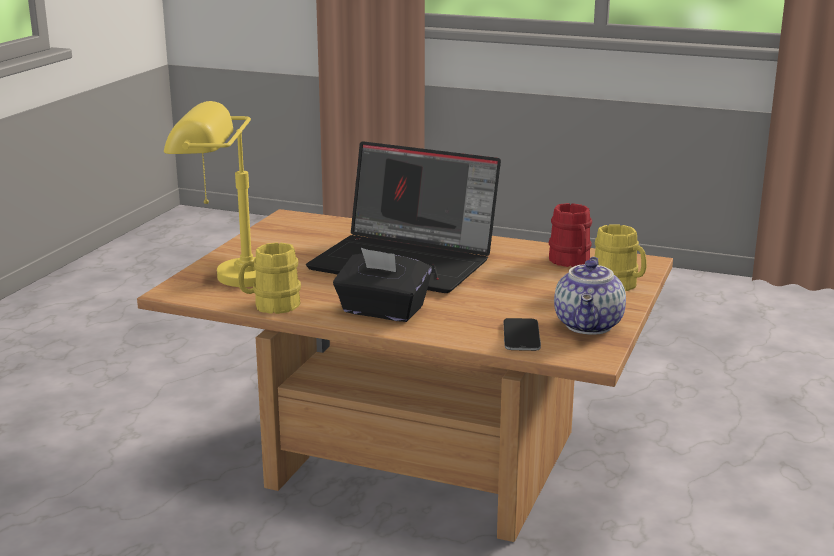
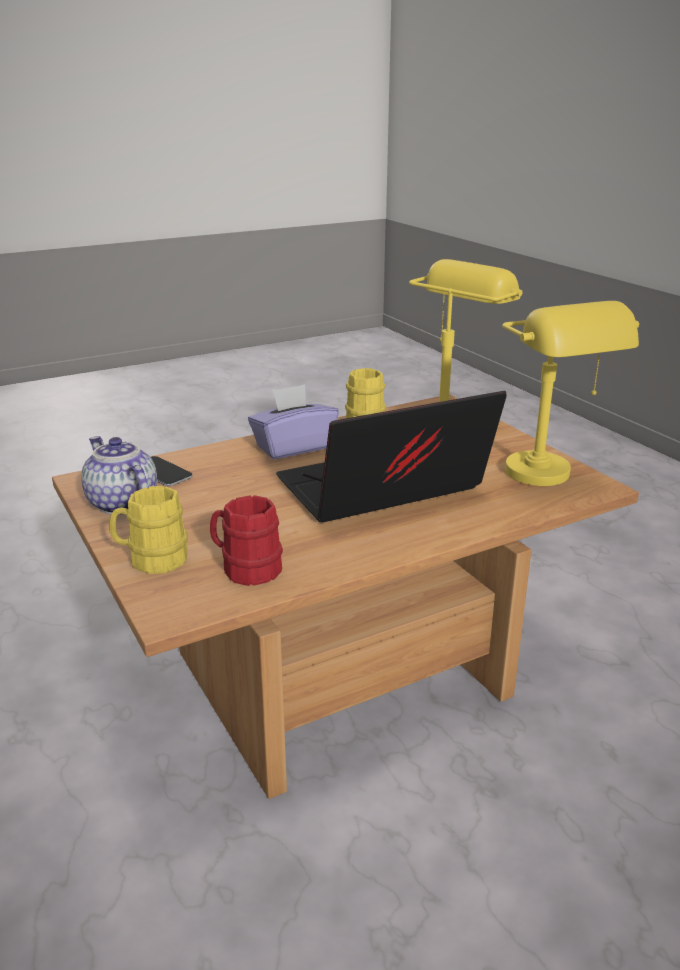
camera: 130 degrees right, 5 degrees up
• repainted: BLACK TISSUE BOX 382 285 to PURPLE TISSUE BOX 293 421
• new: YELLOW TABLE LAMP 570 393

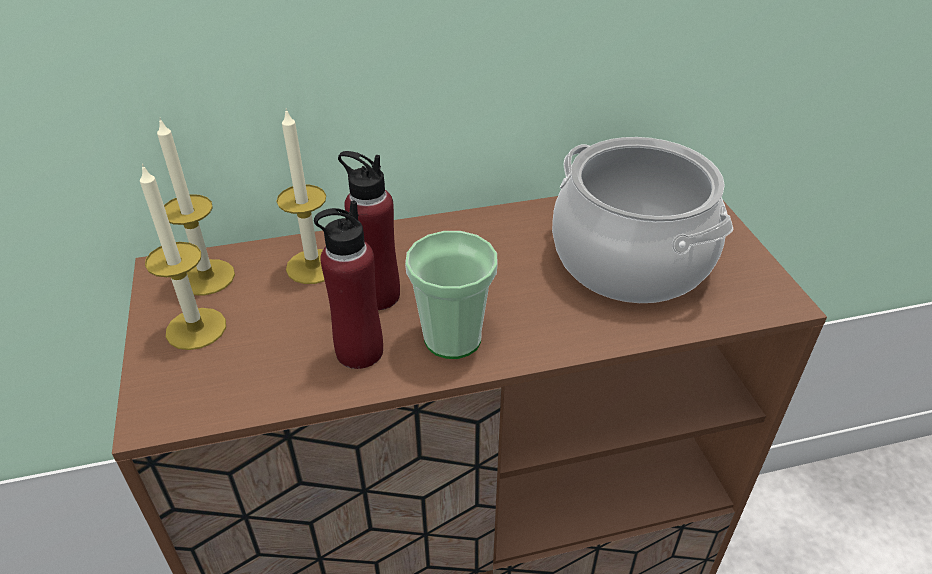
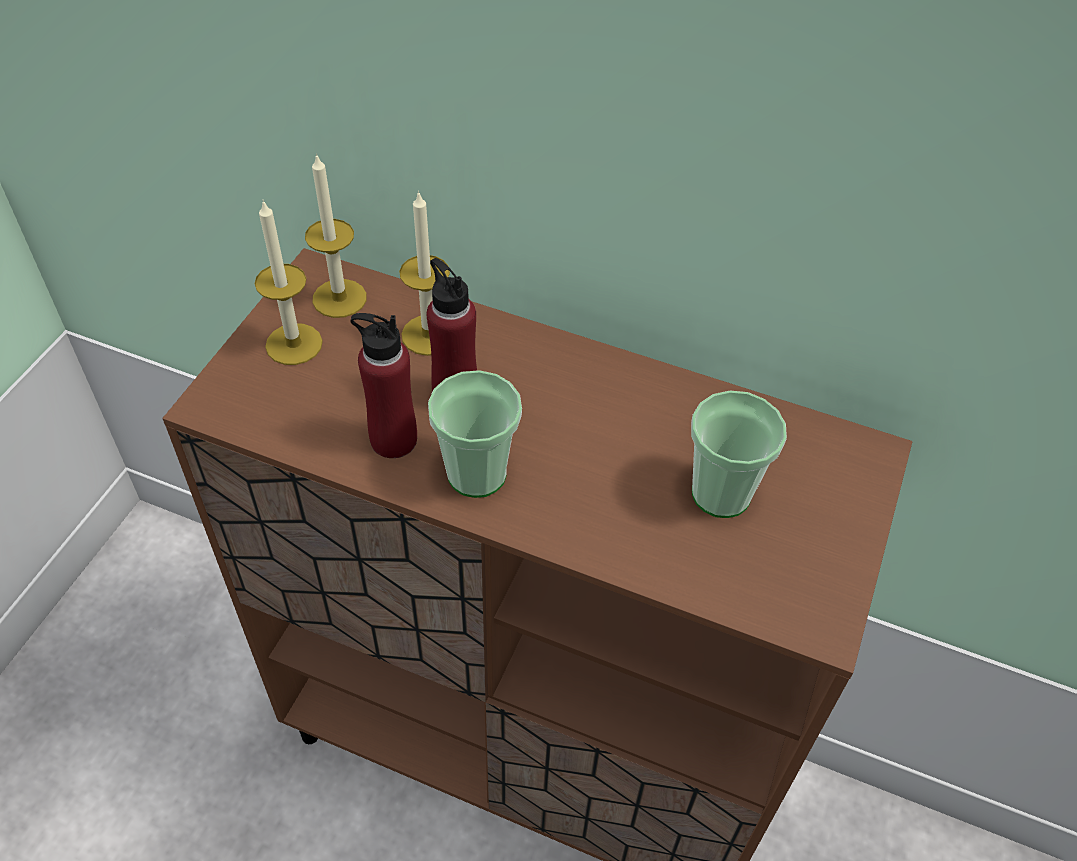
camera: 35 degrees right, 10 degrees up
• swapped: COOKING POT 642 220 to CUP 739 454

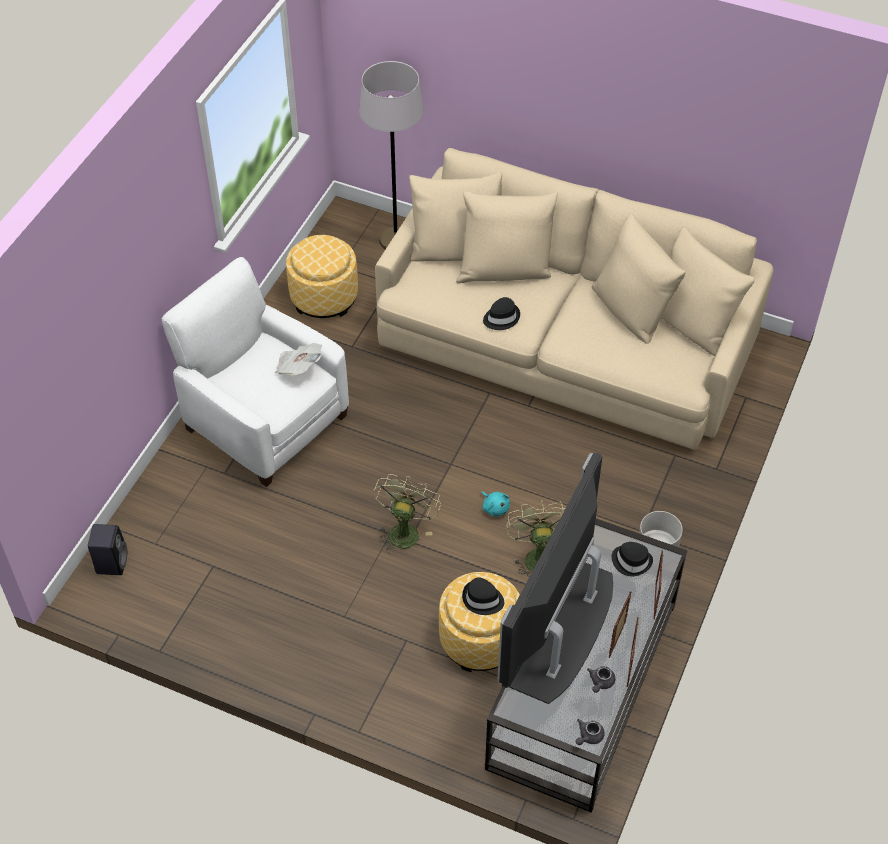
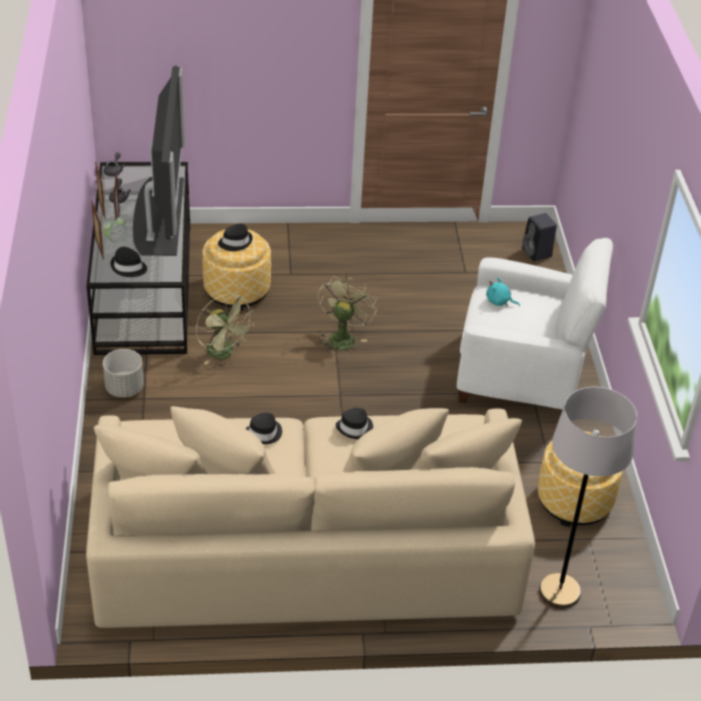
camera: 150 degrees right, 10 degrees down
• new: ALARM CLOCK 115 232
• new: BLACK HAT 264 428
• rotated: GREEN FAN 407 514 = 347 314 150 degrees counterclockwise
• shifted: TURQUOISE PLUSH TOY 495 504 to 503 292
• gone: NEWSPAPER 298 359

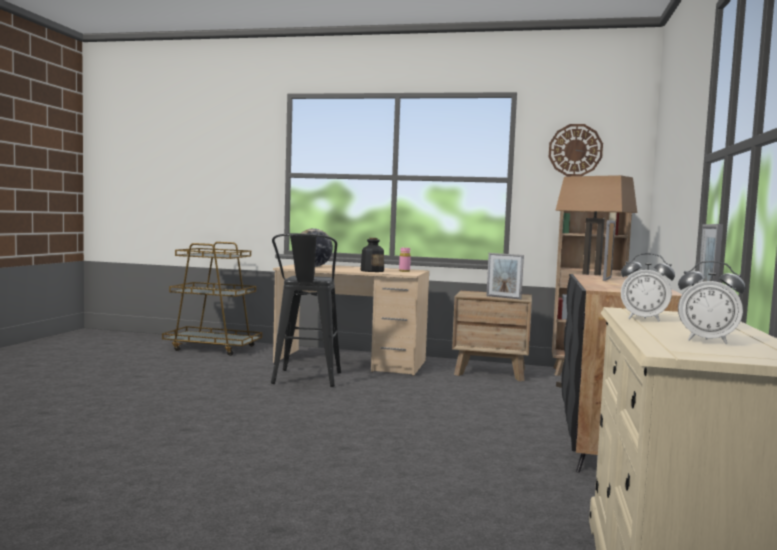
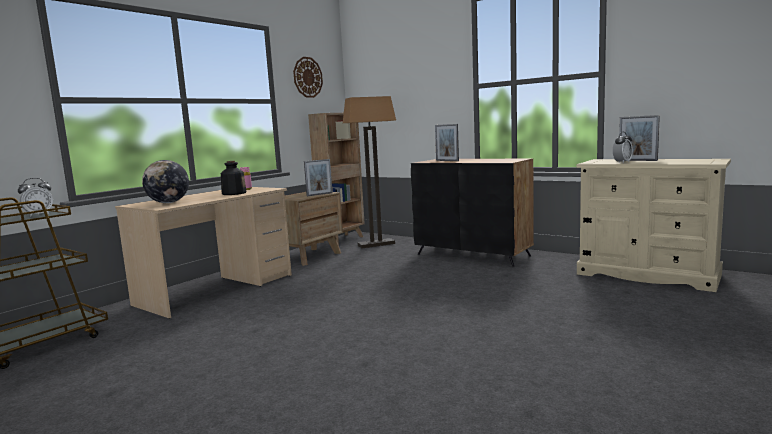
camera: 65 degrees left, 5 degrees up
• shifted: ALARM CLOCK 712 302 to 35 197
• gone: BLACK STOOL 306 310

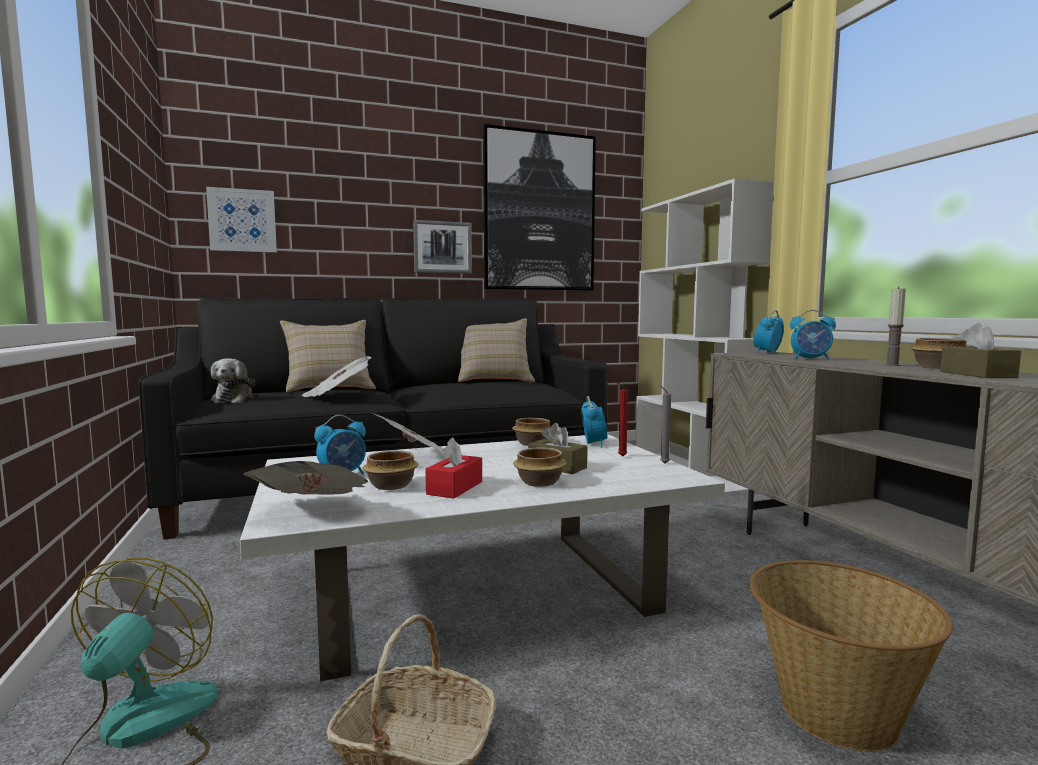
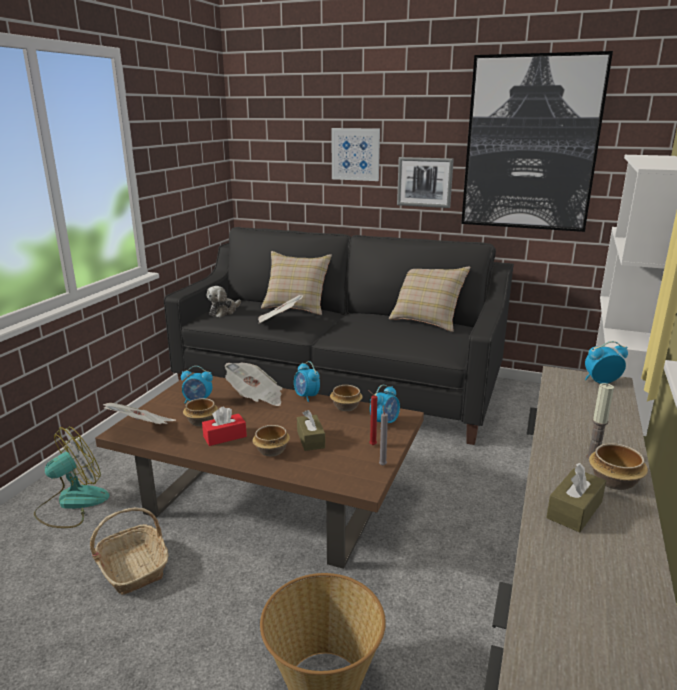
camera: 40 degrees right, 15 degrees up
• repainted: WHITE COFFEE TABLE 482 558 to BROWN COFFEE TABLE 259 470
• shifted: ALARM CLOCK 813 335 to 307 381
• shifted: PICTURE 241 220 to 356 154

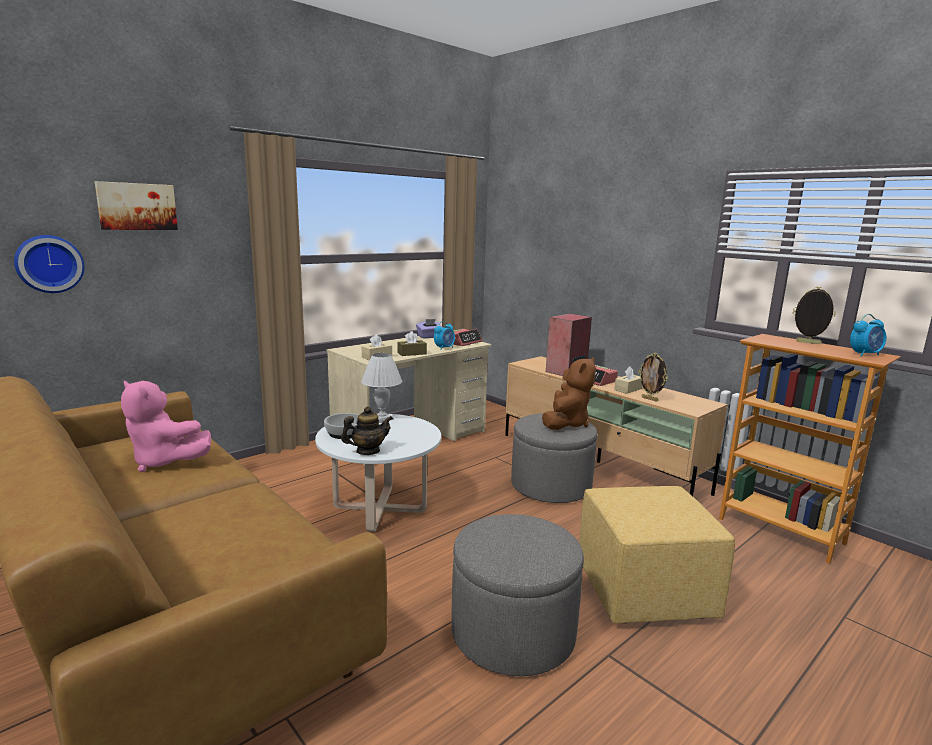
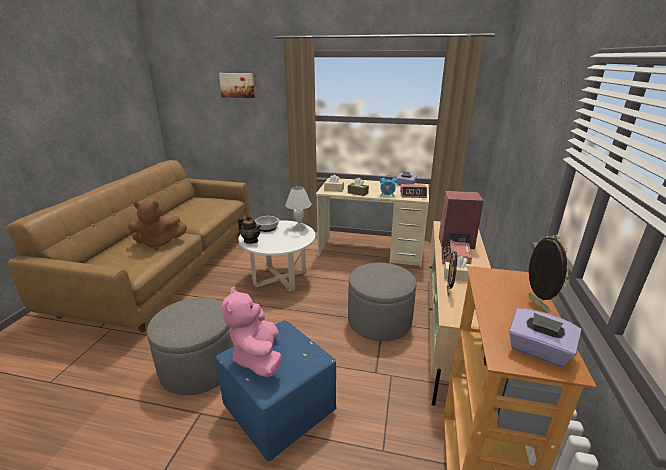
camera: 55 degrees right, 10 degrees up
• shifted: BROWN PLUSH TOY 569 393 to 157 225
• repainted: YELLOW OTTOMAN 657 555 to BLUE OTTOMAN 276 391
• shifted: PINK PLUSH TOY 166 426 to 252 332
• swapped: ALARM CLOCK 868 335 to PURPLE TISSUE BOX 545 337
• gone: WALL CLOCK 49 264

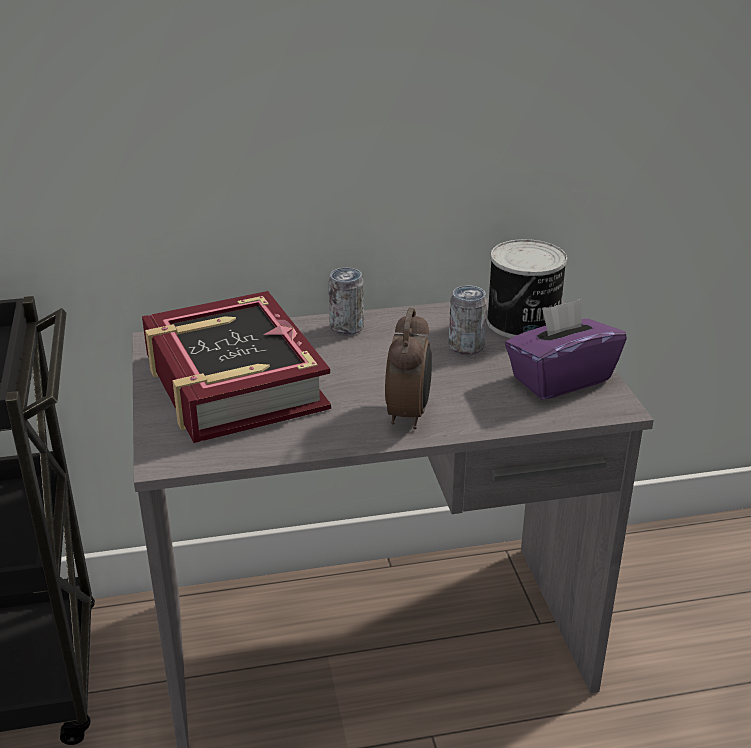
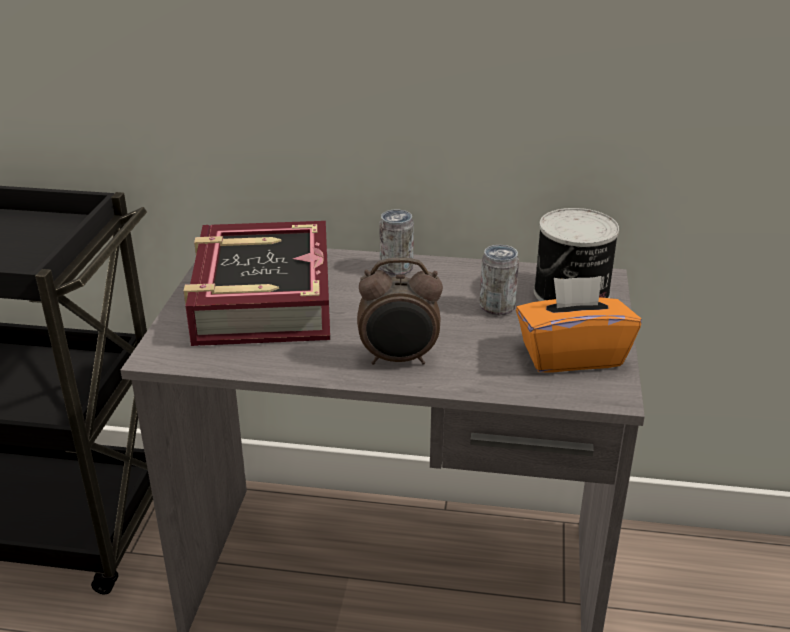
camera: 20 degrees right, 0 degrees up
• rotated: ALARM CLOCK 408 368 = 400 311 60 degrees clockwise
• repainted: PURPLE TISSUE BOX 566 349 to ORANGE TISSUE BOX 579 324

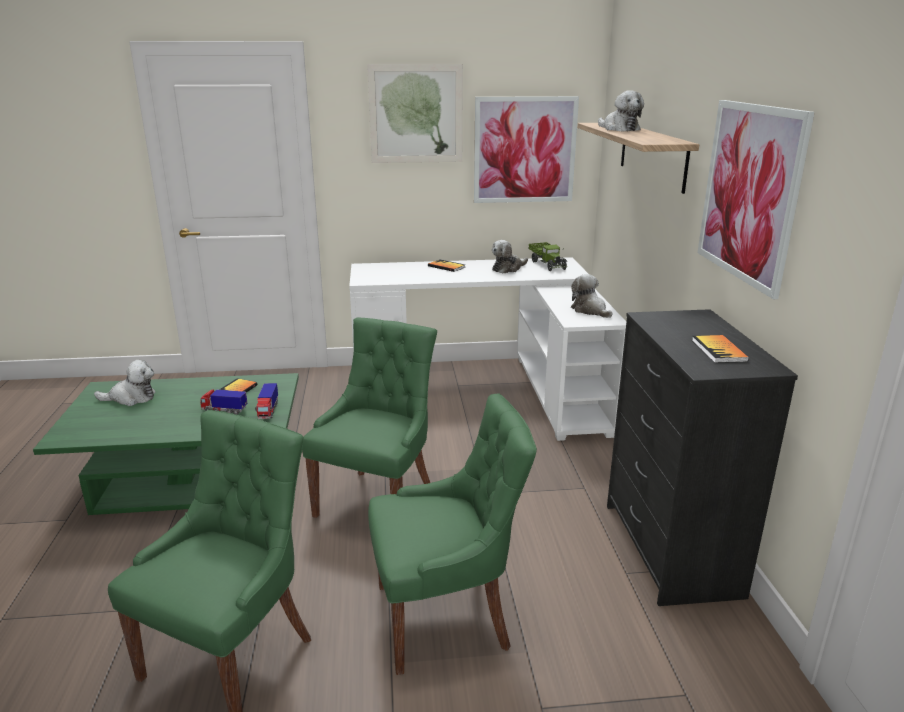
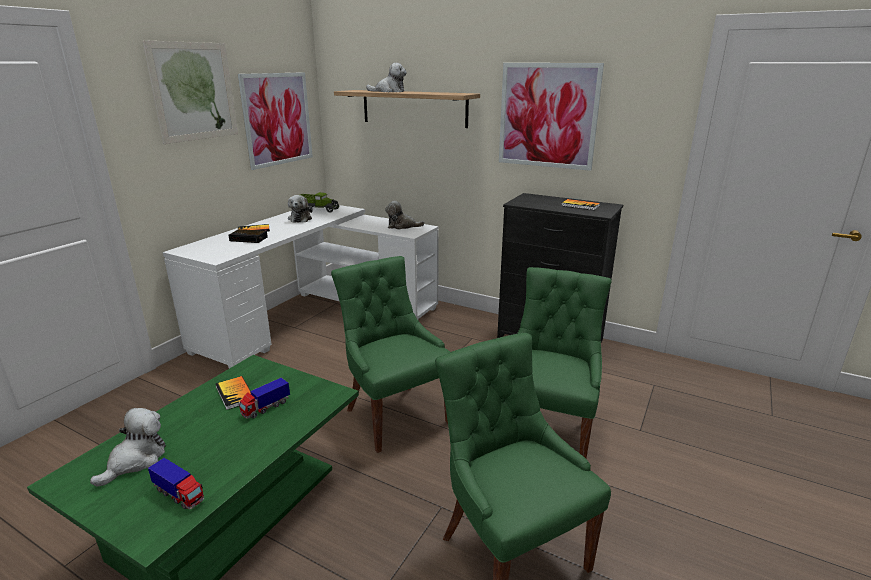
camera: 55 degrees left, 0 degrees up
• shifted: TOY TRUCK 266 401 to 176 483
• new: ALARM CLOCK 248 236

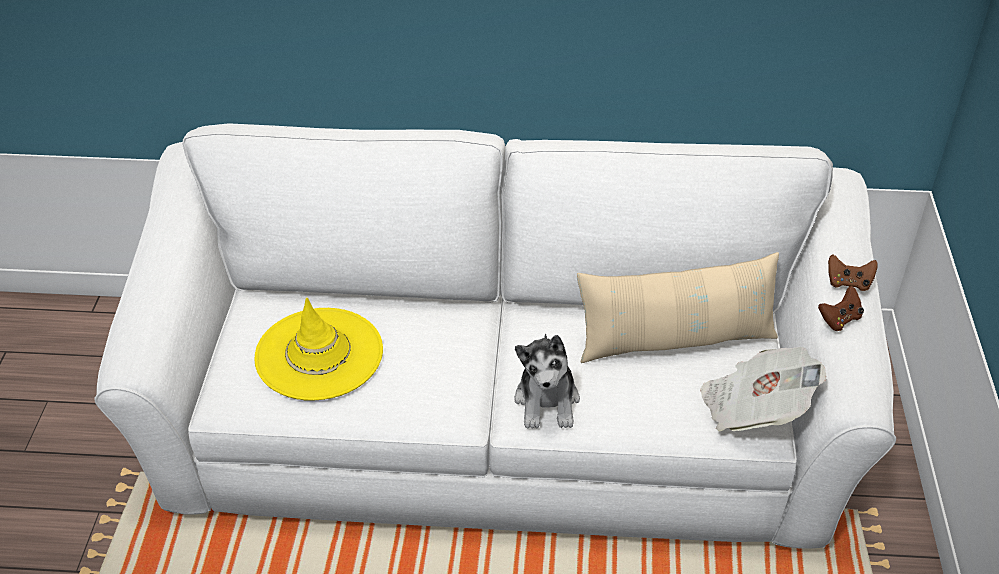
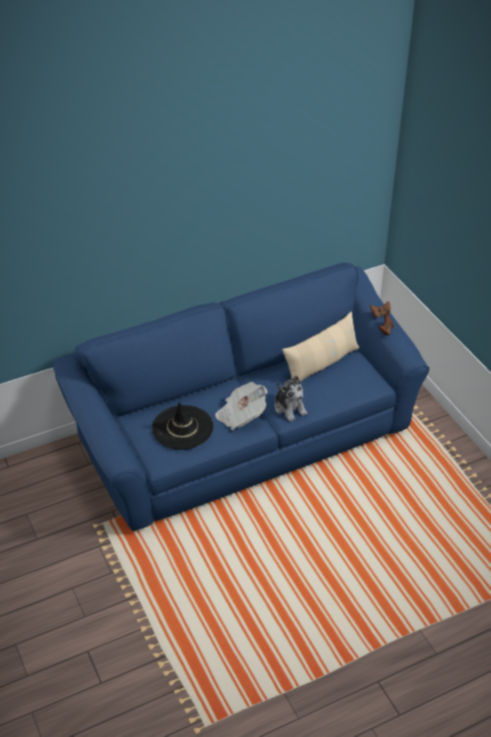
camera: 30 degrees left, 0 degrees up
• repainted: WHITE SOFA 495 335 to BLUE SOFA 241 396
• repainted: YELLOW HAT 318 349 to BLACK HAT 182 426
• shifted: NEWSPAPER 763 389 to 241 406

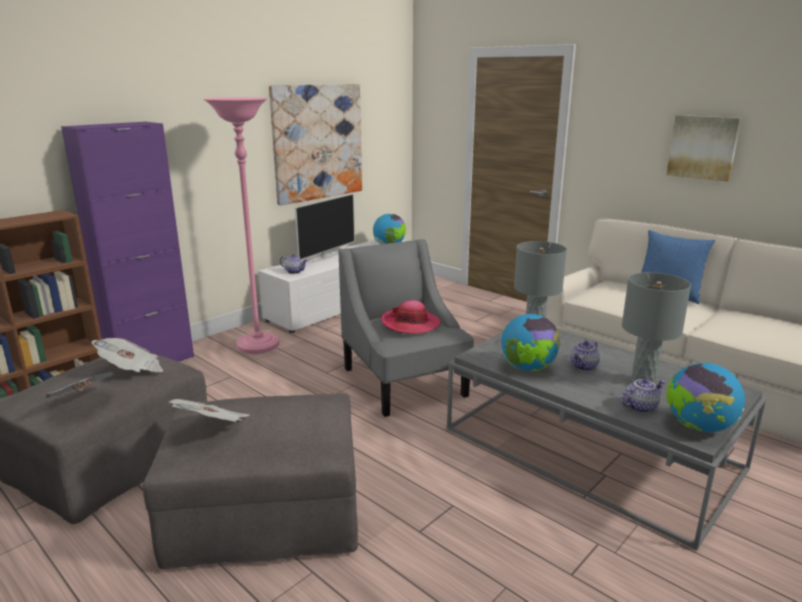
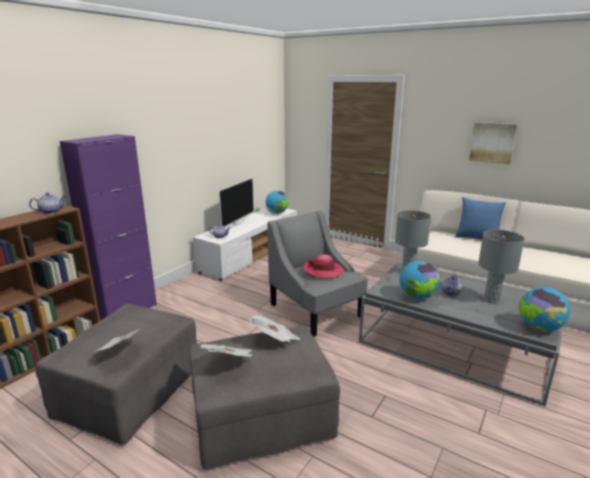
camera: 10 degrees left, 0 degrees up
• shifted: TEAPOT 643 395 to 48 203
• shifted: NEWSPAPER 127 355 to 274 328
• gone: PINK FLOOR LAMP 241 225
• gone: PICTURE 315 144

